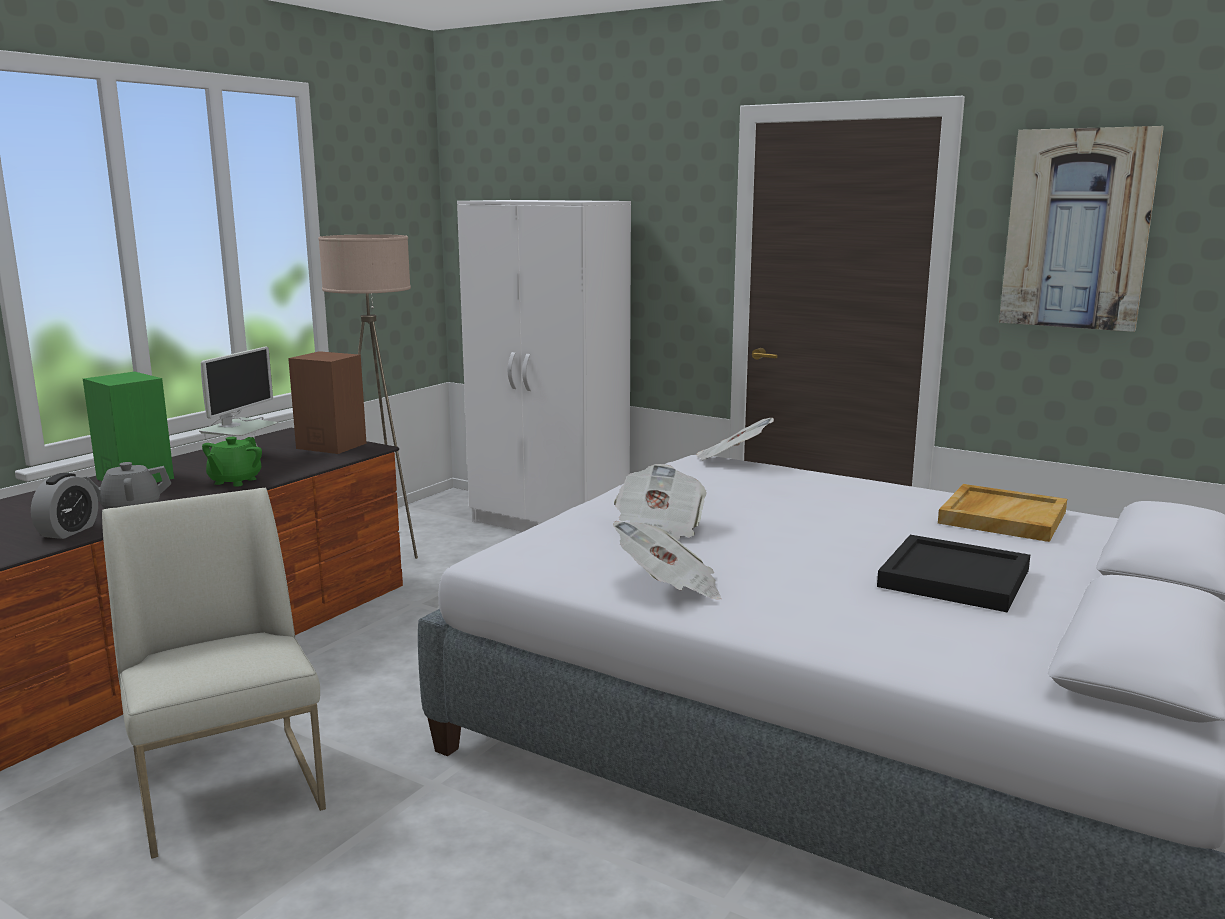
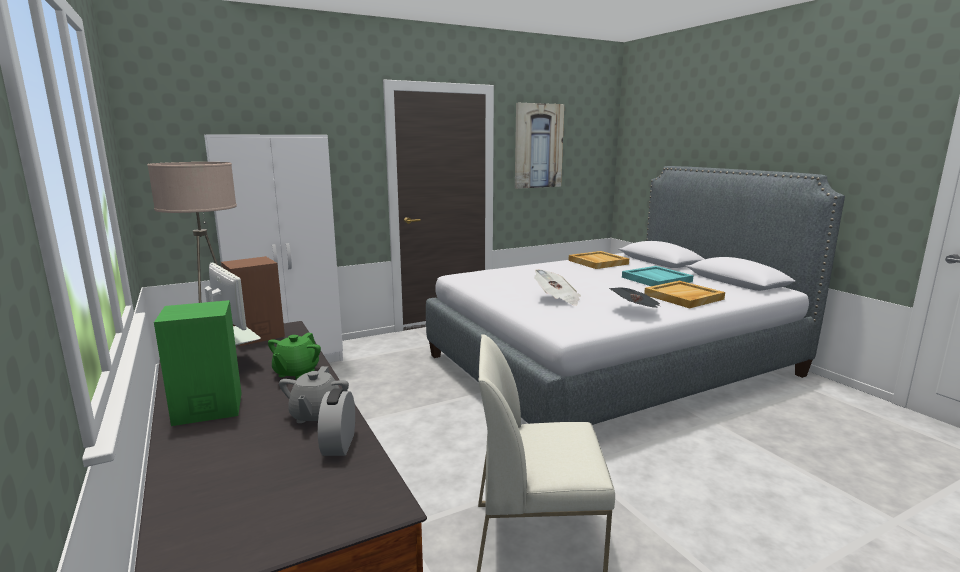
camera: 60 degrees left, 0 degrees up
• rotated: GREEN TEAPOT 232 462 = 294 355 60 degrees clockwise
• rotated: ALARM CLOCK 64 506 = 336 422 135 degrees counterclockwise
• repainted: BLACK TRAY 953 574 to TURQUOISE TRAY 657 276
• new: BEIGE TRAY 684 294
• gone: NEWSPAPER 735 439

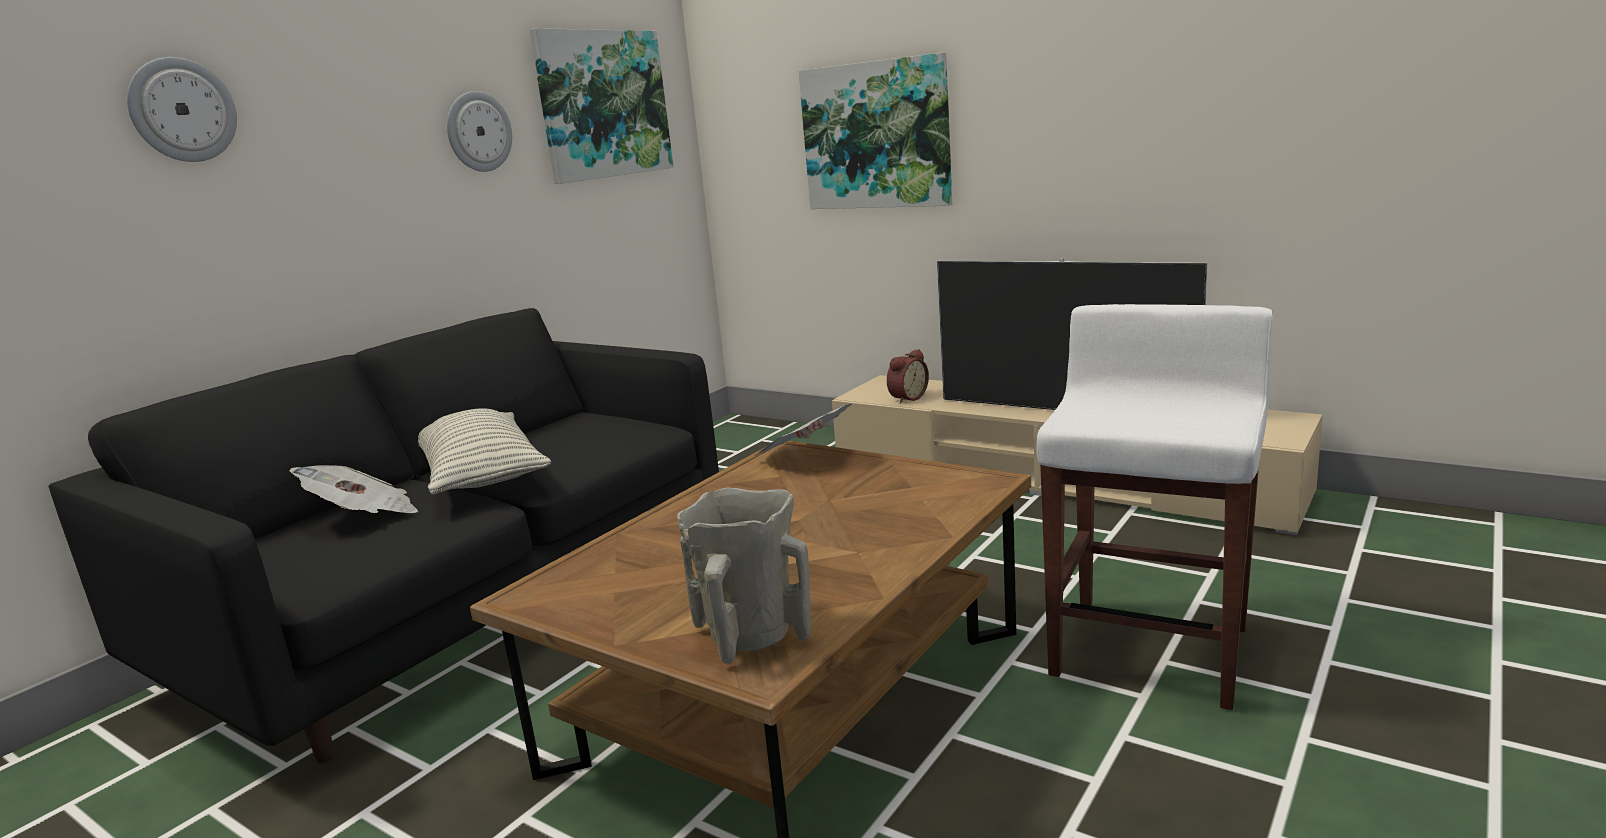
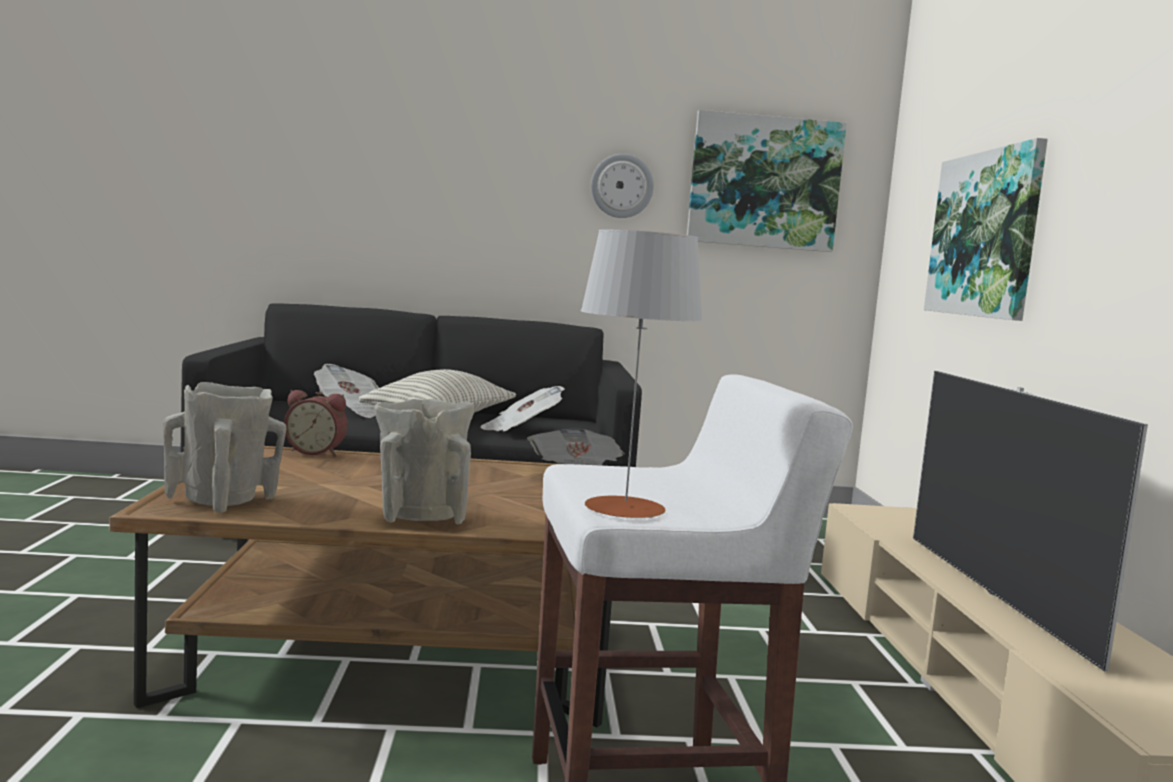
camera: 50 degrees right, 10 degrees down
• shifted: ALARM CLOCK 908 376 to 316 423
• new: BEIGE VASE 424 462
• new: NEWSPAPER 522 408
• new: GREY TABLE LAMP 642 373
• gone: WALL CLOCK 182 109

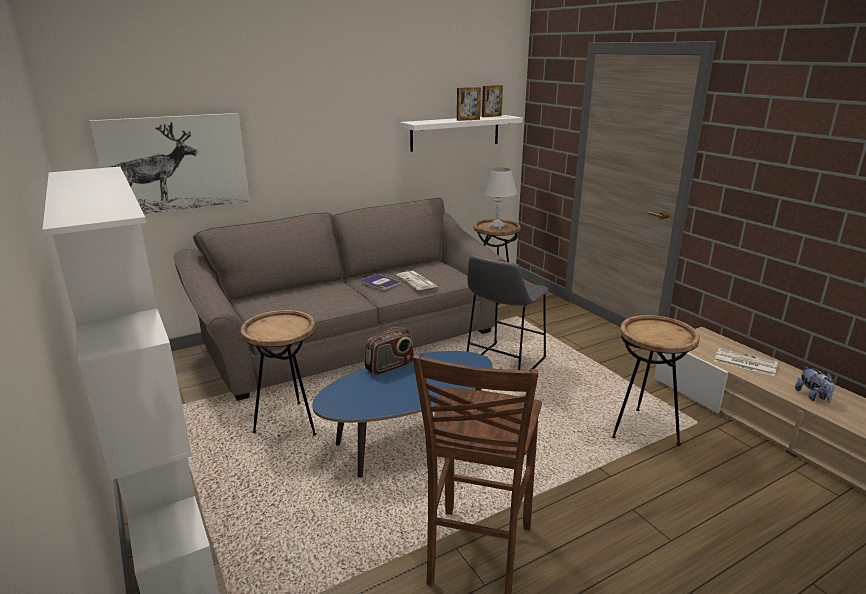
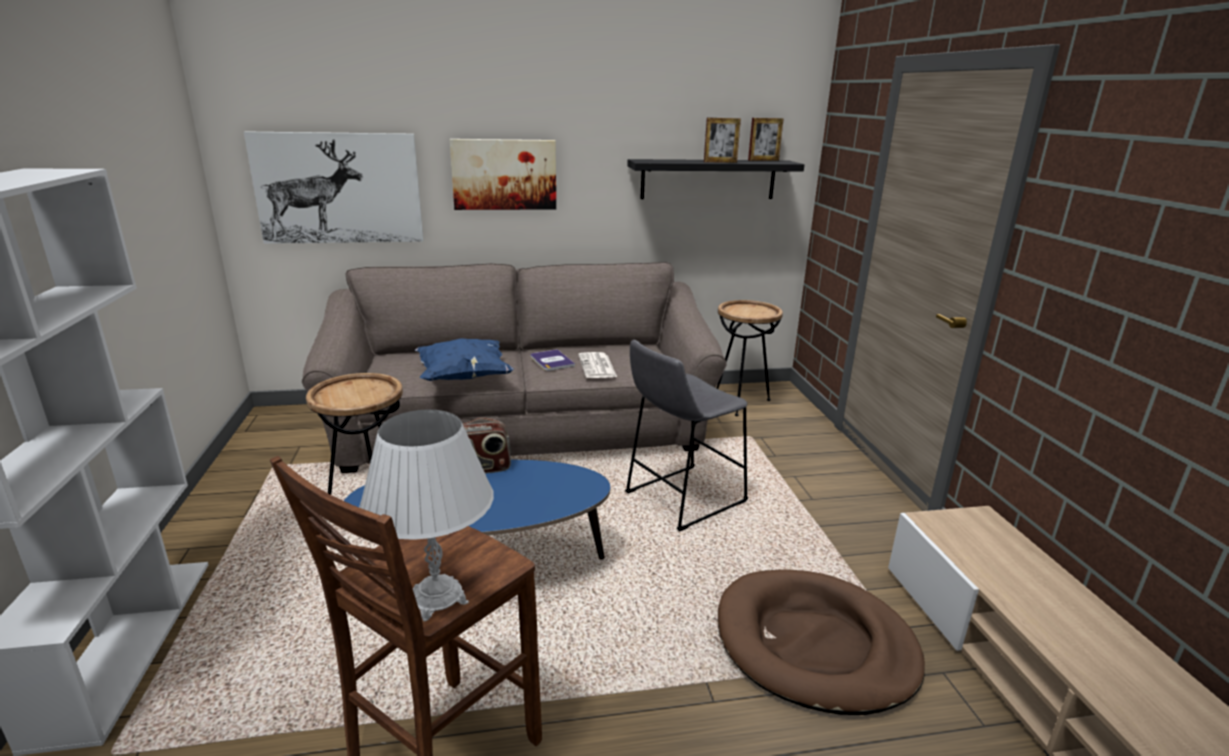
camera: 20 degrees right, 0 degrees up
• shifted: WHITE TABLE LAMP 498 198 to 426 516
• new: BLUE PILLOW 464 359
• new: PICTURE 503 174
• repainted: WHITE SHELF 461 133 to BLACK SHELF 715 179
• swapped: BROWN SIDE TABLE 655 380 to BROWN DOG BED 821 642
• gone: NEWSPAPER 746 362
• gone: PLUSH TOY 815 384

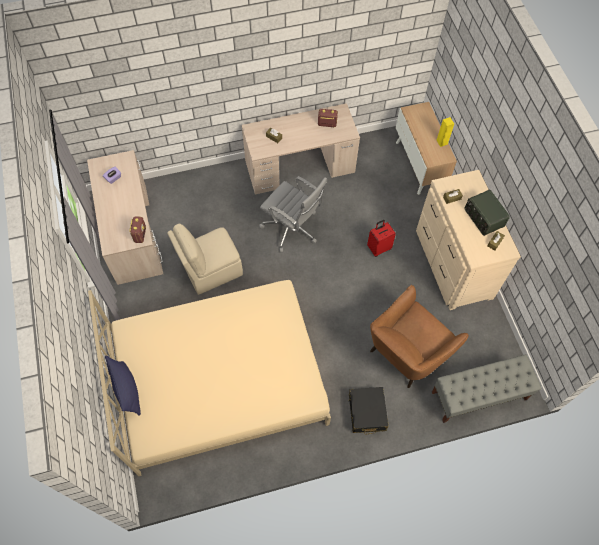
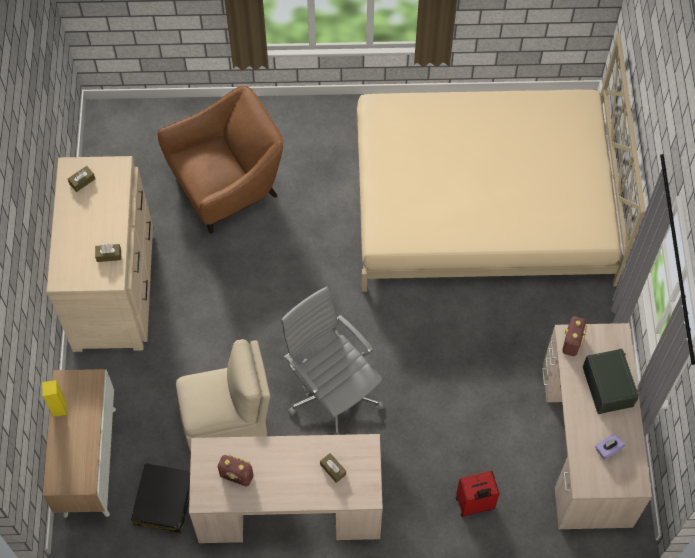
camera: 165 degrees left, 0 degrees up
• shifted: BLACK SUITCASE 369 411 to 160 498
• shifted: BEIGE CHAIR 205 259 to 223 395
• shifted: RED SUITCASE 381 238 to 478 494
• shifted: RADIO 487 212 to 611 381
• gone: BLUE PILLOW 123 386
• gone: GREY BENCH 487 389

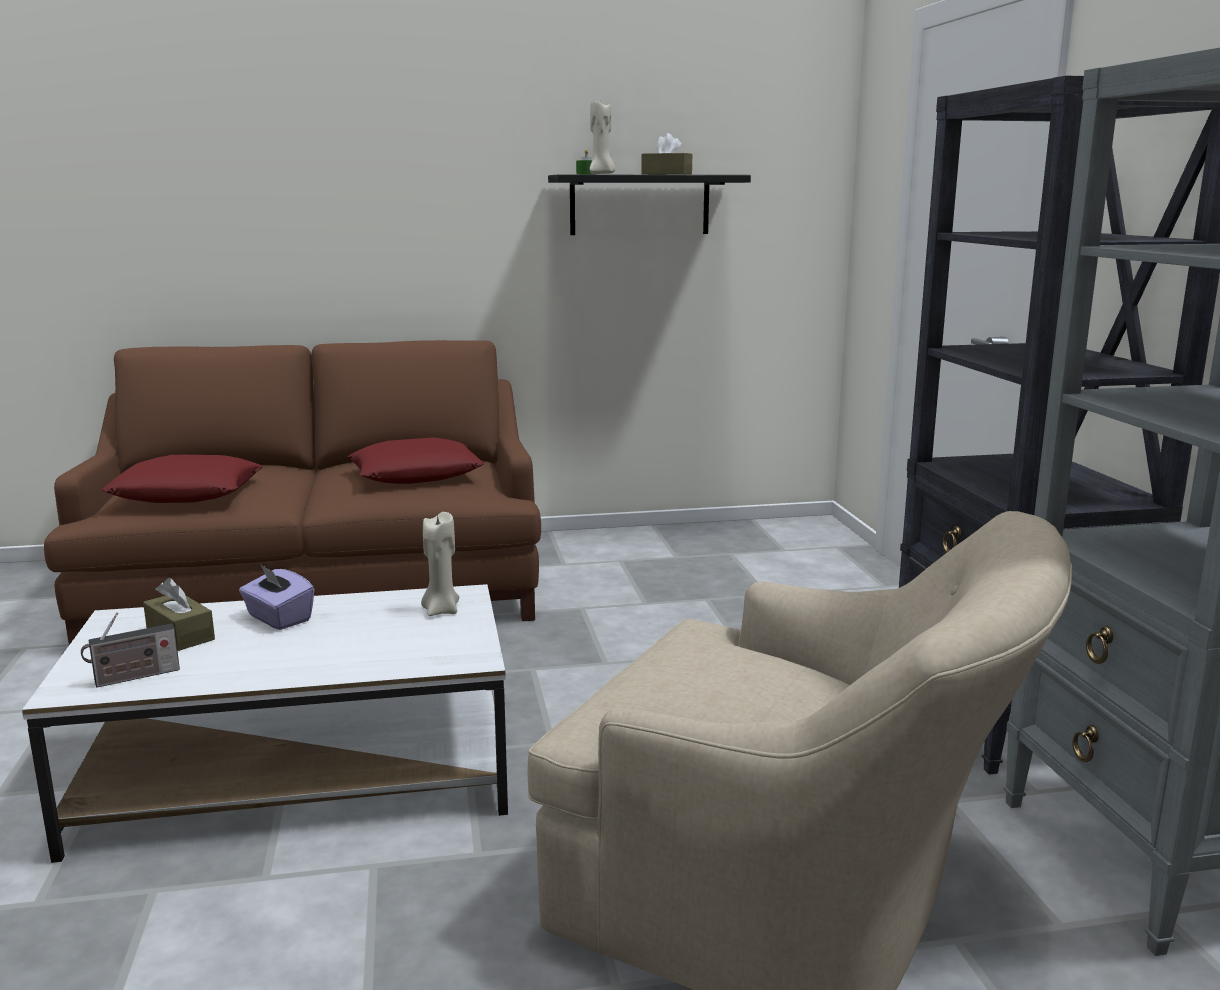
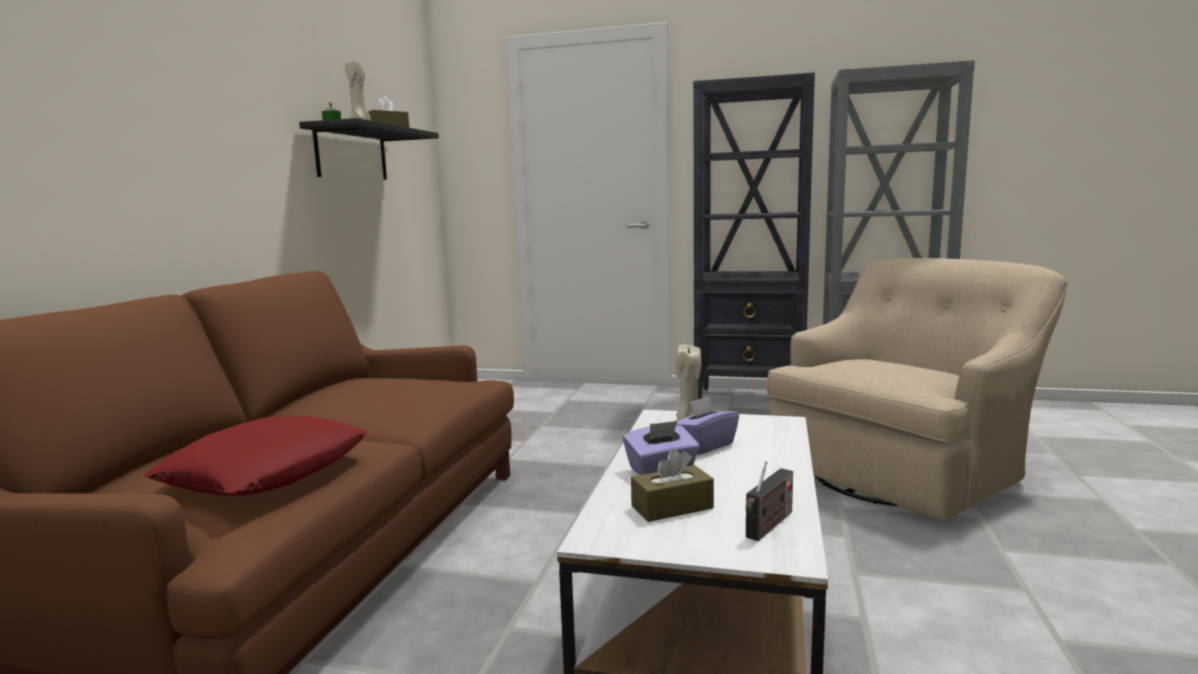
camera: 65 degrees left, 5 degrees down
• new: PURPLE TISSUE BOX 708 425
• rotated: RADIO 130 649 = 769 501 45 degrees clockwise
• gone: RED PILLOW 416 460

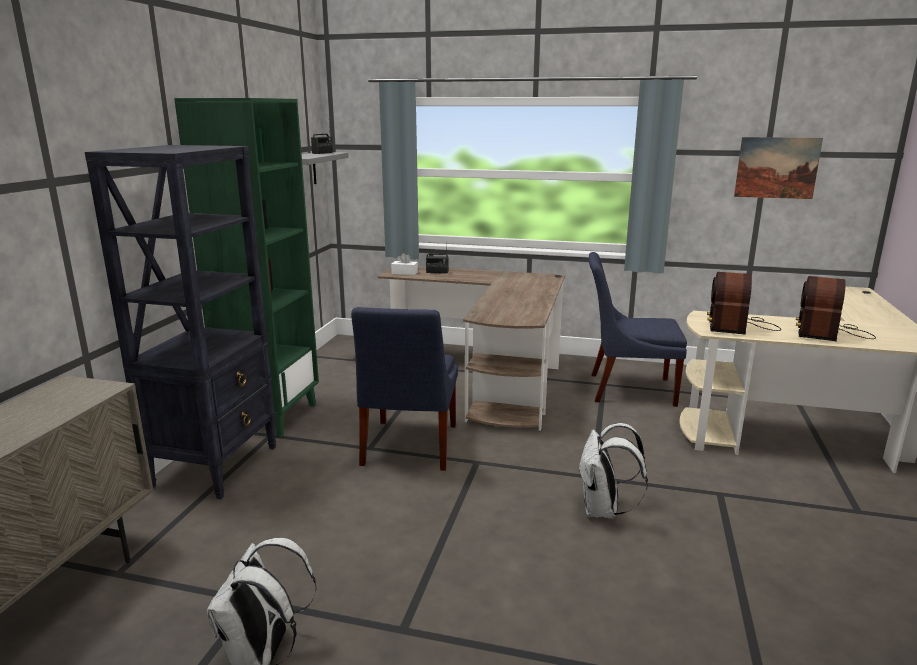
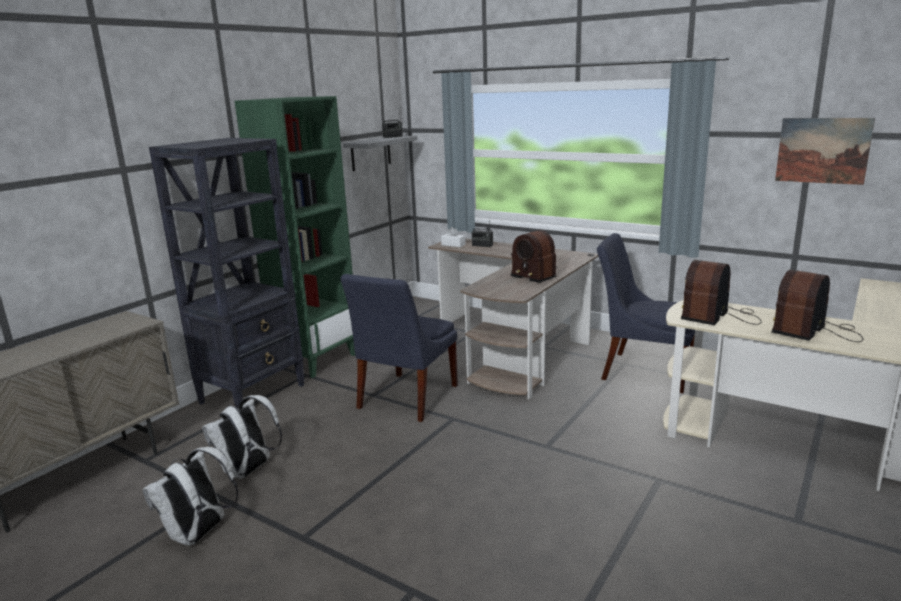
camera: 20 degrees right, 0 degrees up
• shifted: WHITE BACKPACK 613 471 to 242 437
• new: RADIO 534 256

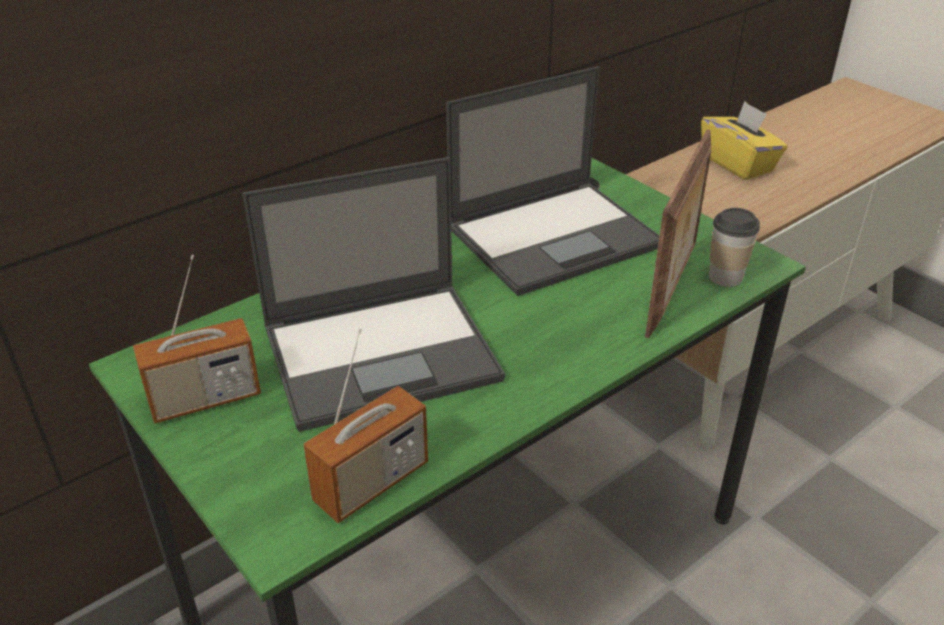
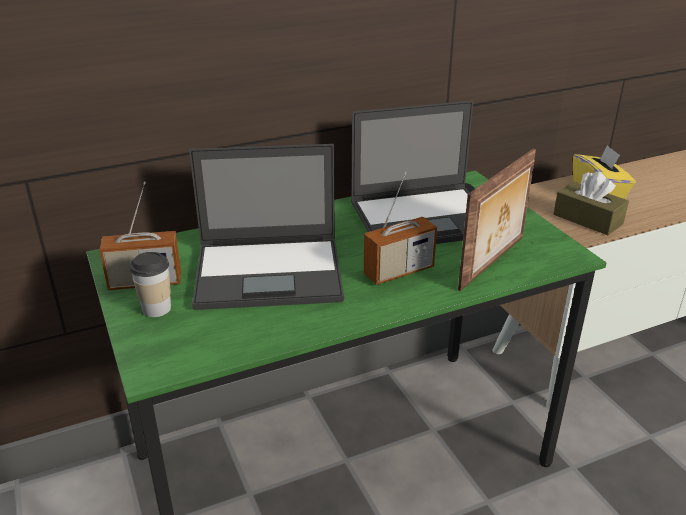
camera: 15 degrees right, 5 degrees down
• shifted: CUP 734 247 to 150 284
• shifted: RADIO 365 425 to 400 228
• new: BROWN TISSUE BOX 591 203

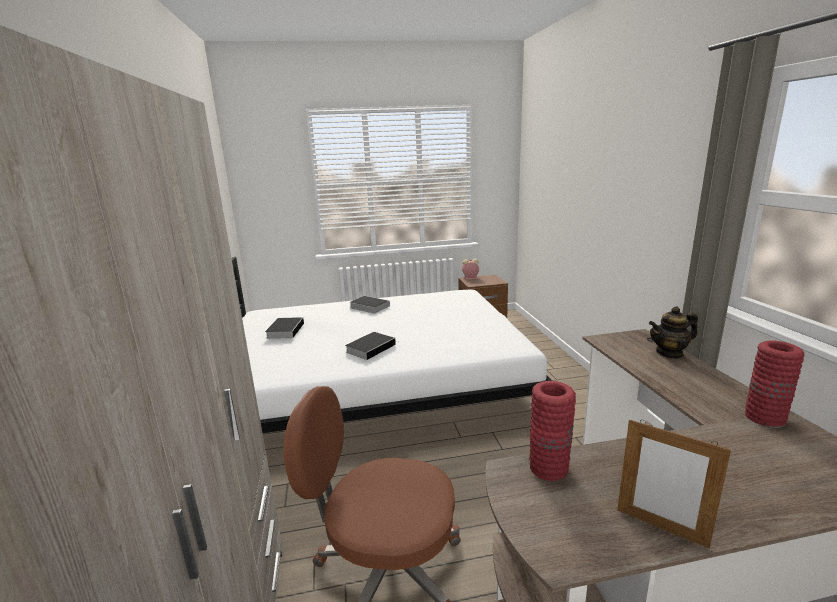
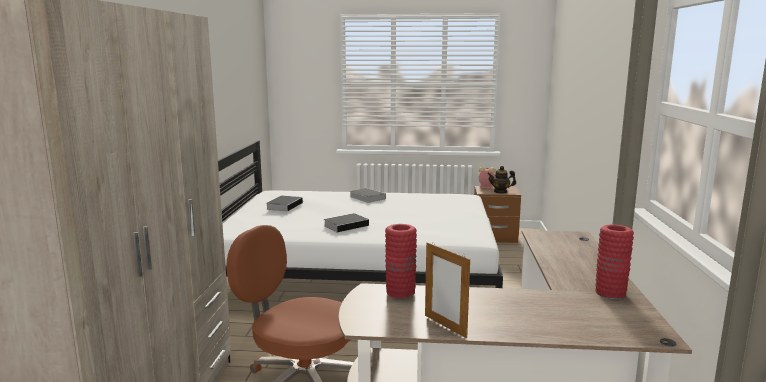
camera: 15 degrees right, 5 degrees down
• shifted: TEAPOT 673 332 to 501 180

